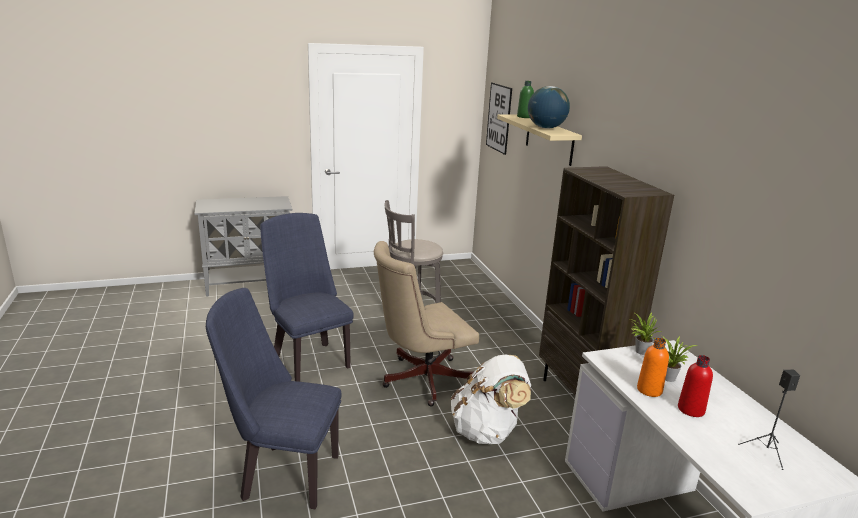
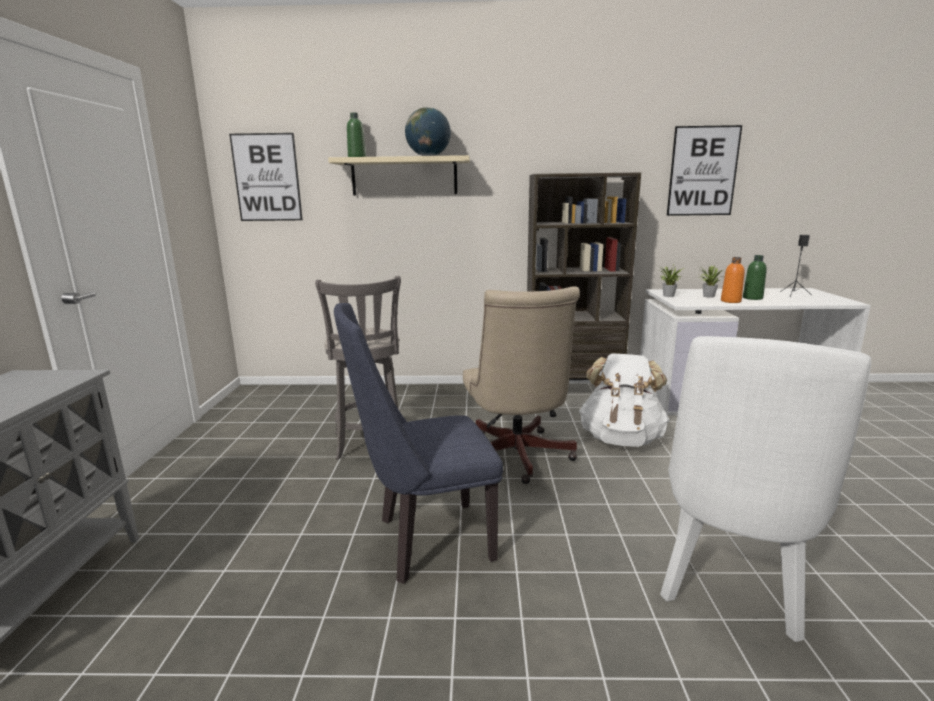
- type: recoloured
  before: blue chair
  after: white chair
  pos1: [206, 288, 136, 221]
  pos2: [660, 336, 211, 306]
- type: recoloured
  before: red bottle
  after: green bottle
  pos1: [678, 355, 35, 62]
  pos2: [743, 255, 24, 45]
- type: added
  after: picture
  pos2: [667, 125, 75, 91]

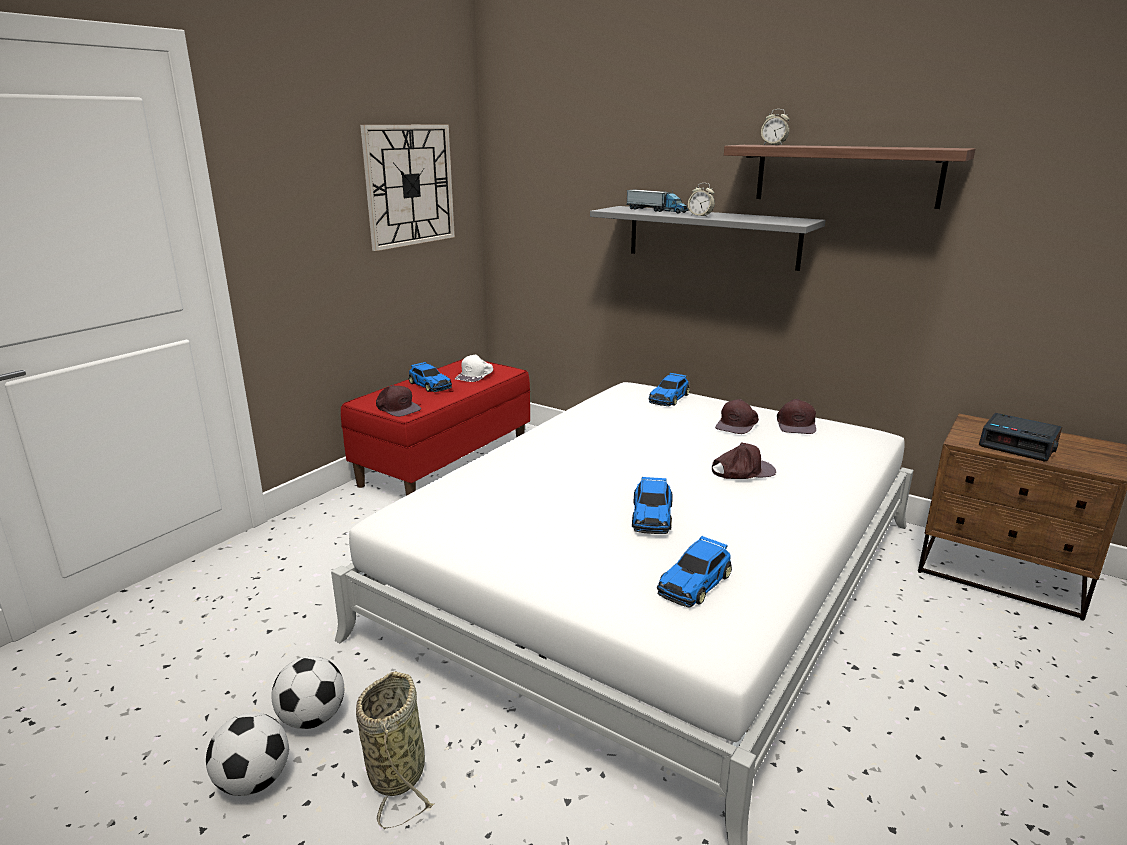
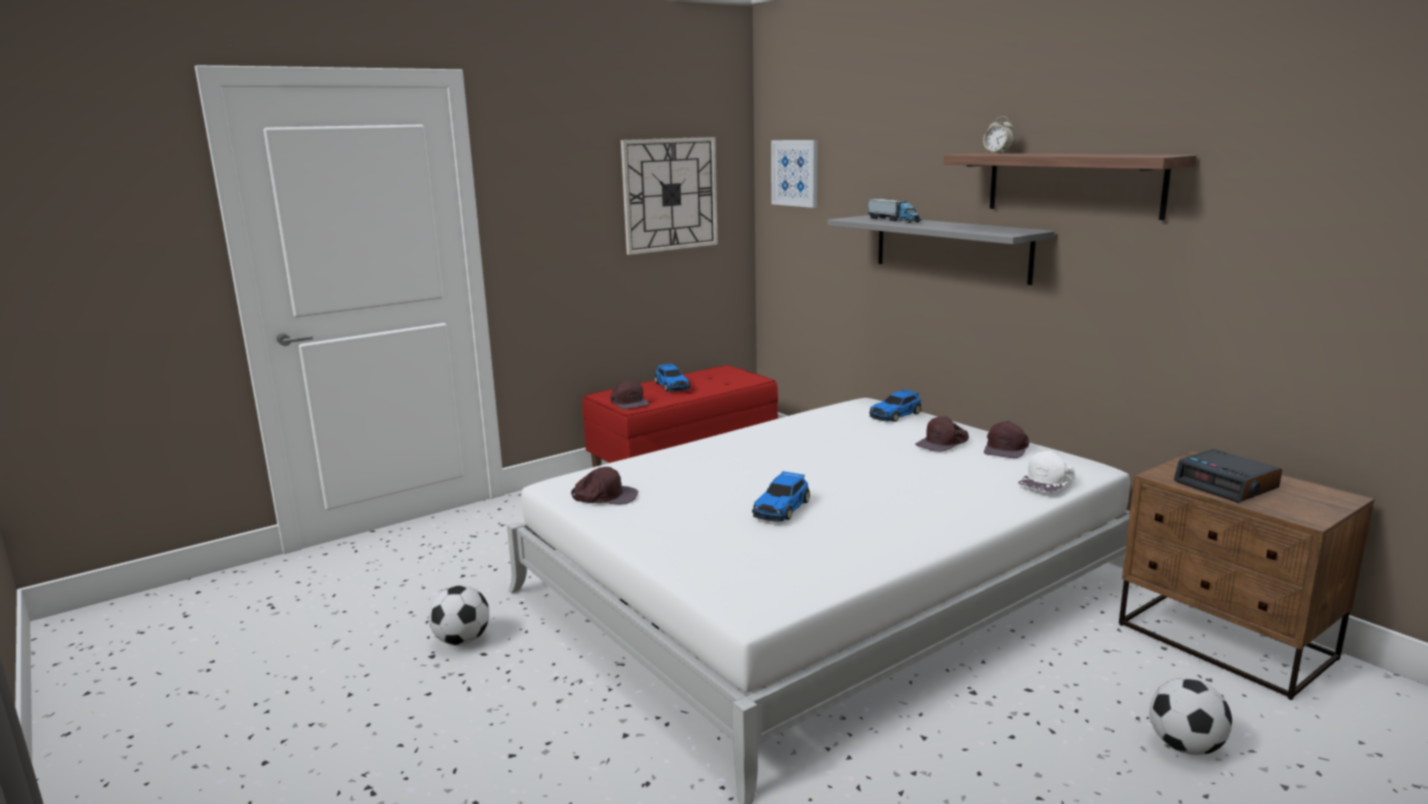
- type: moved
  before: football
  pos1: [206, 713, 83, 83]
  pos2: [1150, 678, 82, 77]
- type: removed
  before: basket
  pos1: [356, 671, 78, 158]
- type: moved
  before: white cap
  pos1: [455, 354, 38, 28]
  pos2: [1018, 451, 57, 41]
- type: removed
  before: toy car
  pos1: [657, 536, 75, 72]
- type: removed
  before: alarm clock
  pos1: [688, 183, 27, 34]
- type: moved
  before: brown cap
  pos1: [712, 442, 64, 37]
  pos2: [571, 467, 67, 37]
- type: added
  after: picture
  pos2: [771, 140, 47, 68]

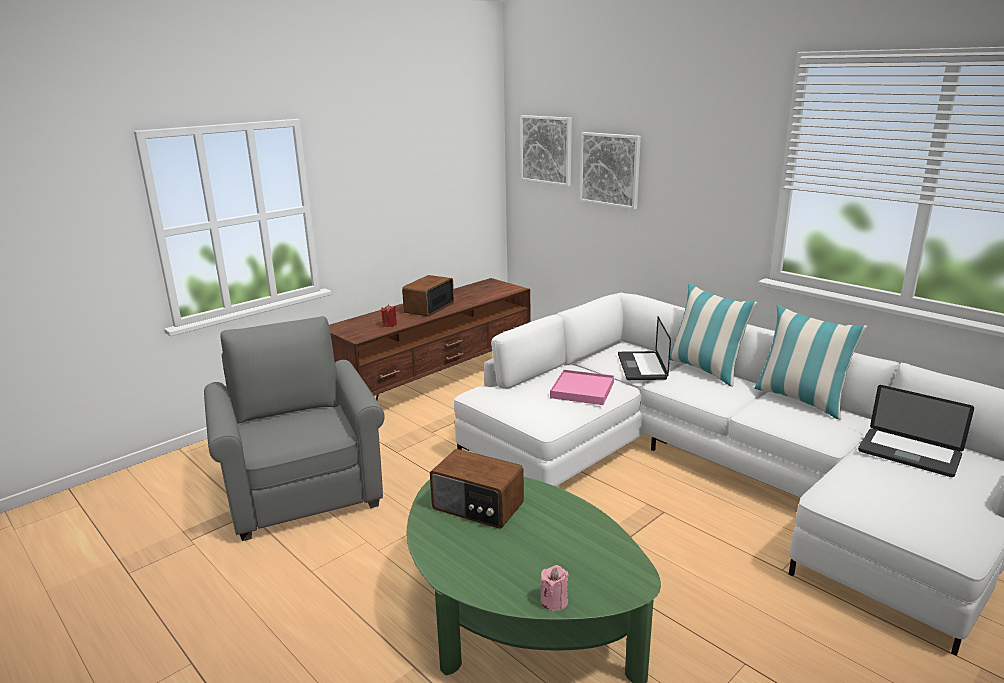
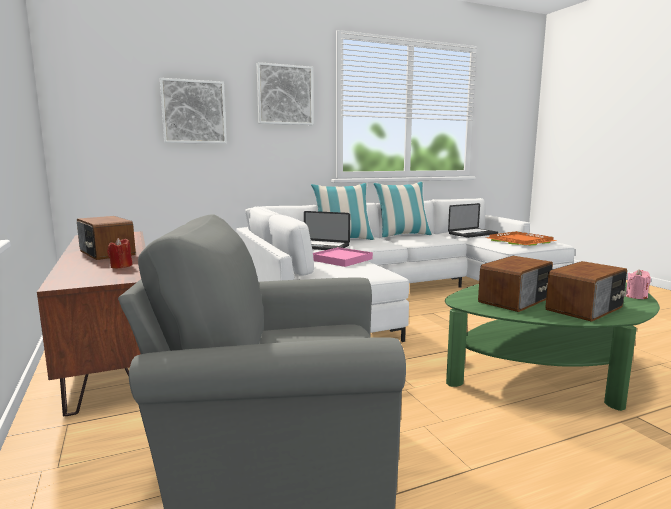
- type: moved
  before: picture
  pos1: [520, 115, 52, 72]
  pos2: [257, 62, 56, 63]
- type: added
  after: orange tray
  pos2: [487, 231, 71, 15]
- type: added
  after: radio
  pos2: [545, 261, 82, 61]

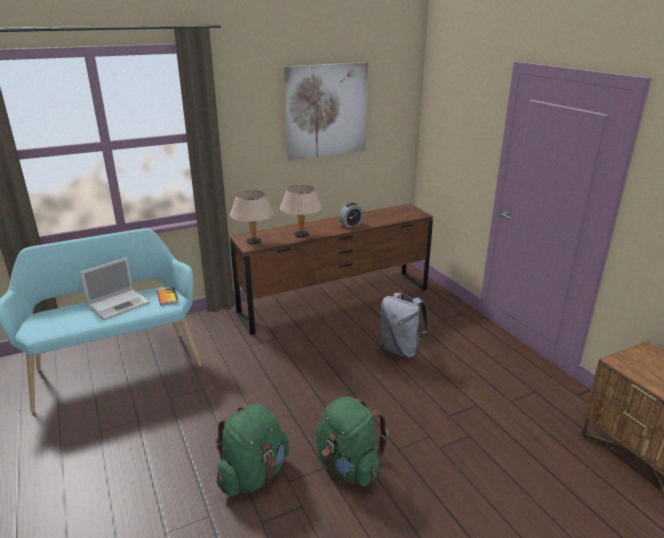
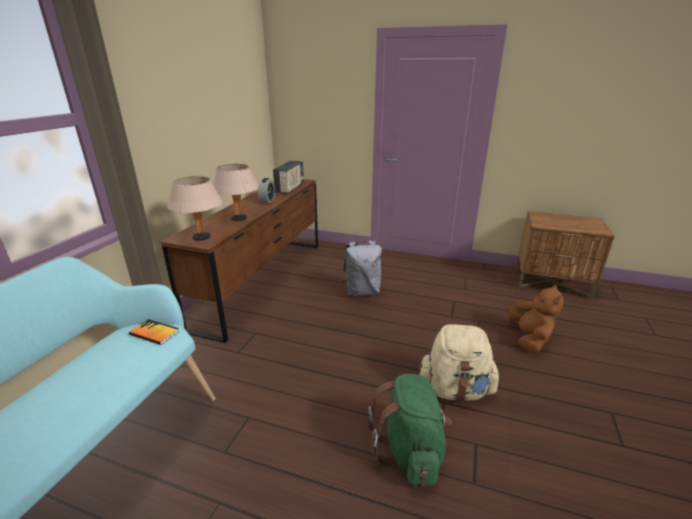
- type: removed
  before: laptop
  pos1: [80, 257, 70, 63]
- type: removed
  before: picture
  pos1: [284, 62, 84, 98]
- type: recoloured
  before: green backpack
  after: beige backpack
  pos1: [316, 396, 72, 91]
  pos2: [419, 324, 82, 77]
- type: added
  after: radio
  pos2: [273, 161, 31, 33]
- type: added
  after: brown plush toy
  pos2: [508, 284, 56, 69]

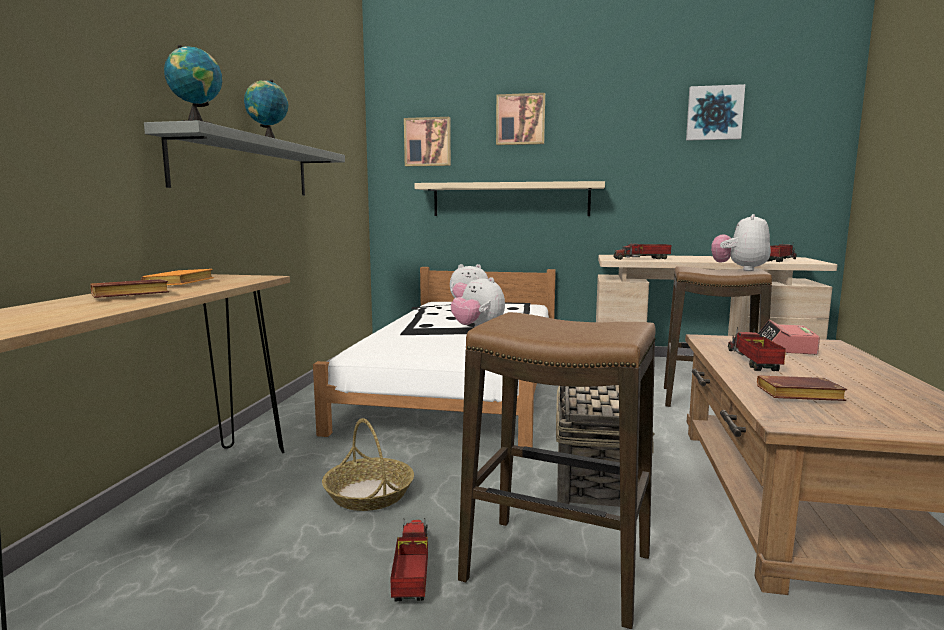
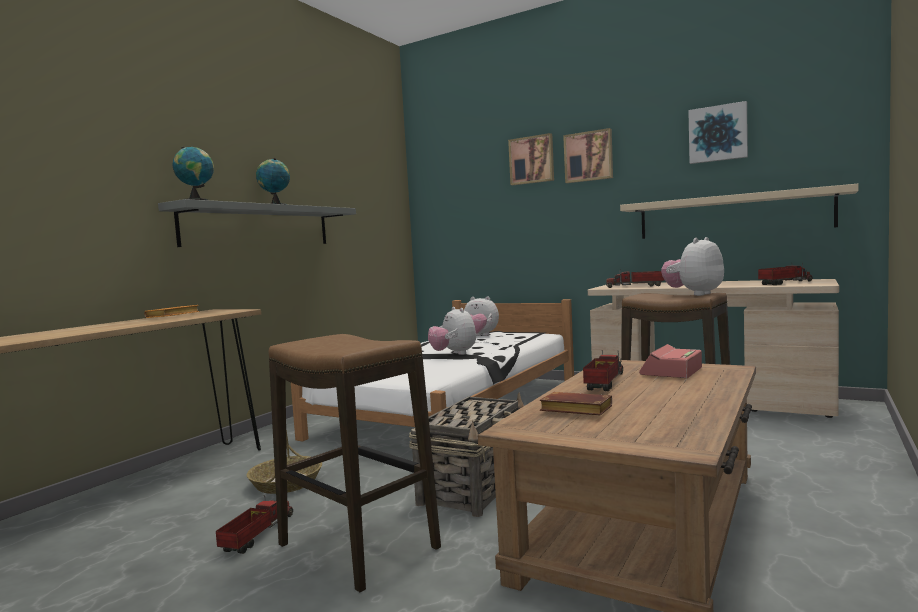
- type: removed
  before: brown book
  pos1: [90, 279, 79, 19]
- type: moved
  before: picture
  pos1: [404, 117, 47, 49]
  pos2: [563, 128, 50, 55]
- type: moved
  before: beige shelf
  pos1: [415, 181, 190, 35]
  pos2: [620, 184, 239, 55]

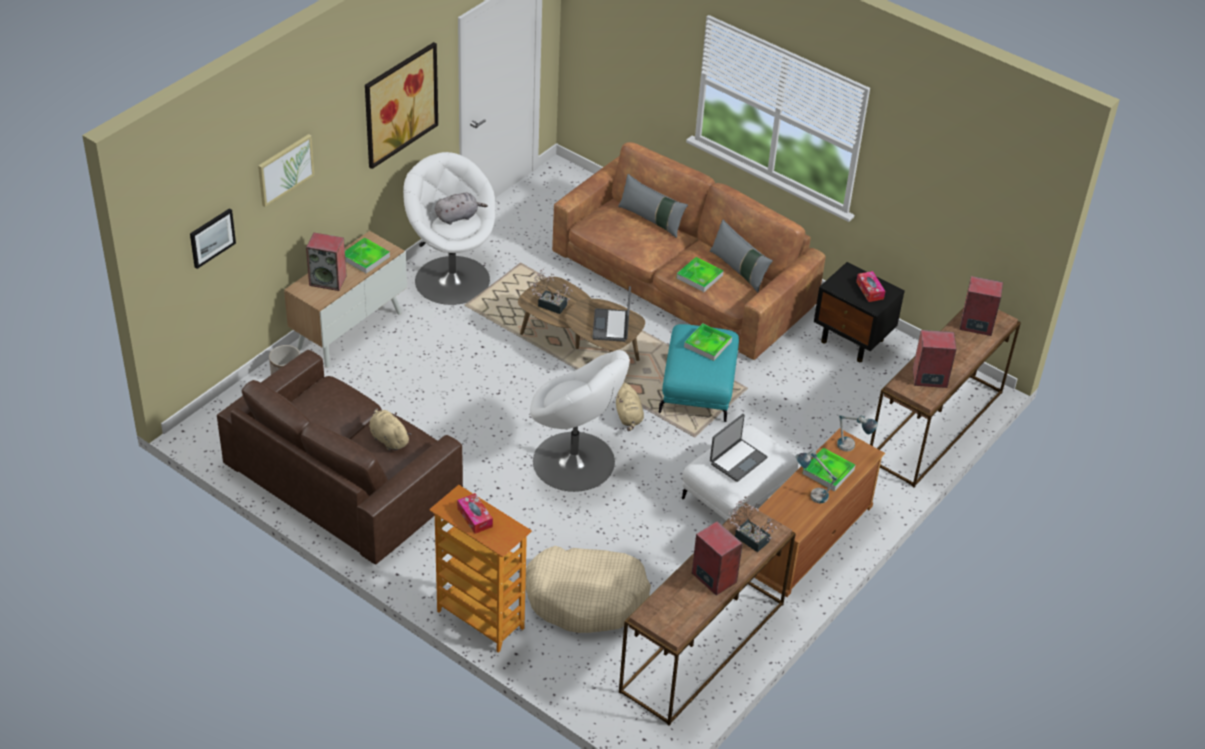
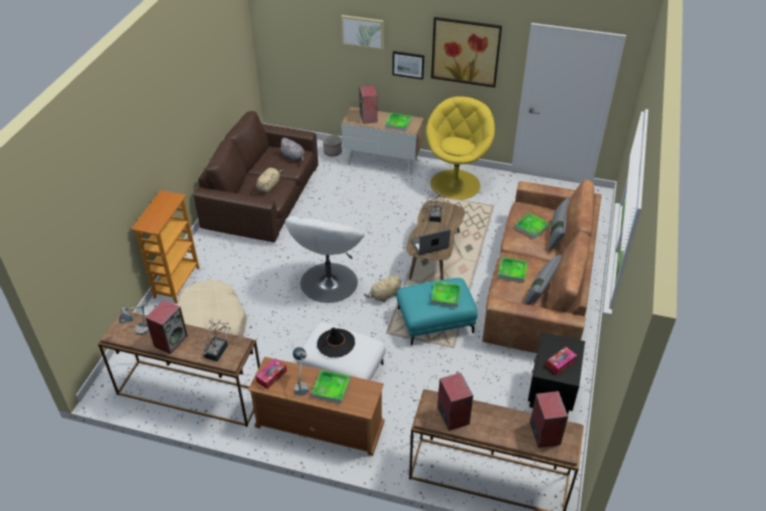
- type: moved
  before: picture
  pos1: [190, 208, 46, 61]
  pos2: [392, 51, 32, 29]
- type: recoloured
  before: white armchair
  after: yellow armchair
  pos1: [403, 152, 92, 153]
  pos2: [426, 96, 69, 104]
- type: moved
  before: grey plush toy
  pos1: [435, 193, 53, 32]
  pos2: [279, 138, 26, 24]
- type: moved
  before: tissue box
  pos1: [457, 493, 36, 41]
  pos2: [256, 359, 31, 30]
- type: replaced
  before: laptop
  after: black hat
  pos1: [710, 414, 58, 68]
  pos2: [317, 327, 38, 31]
- type: moved
  before: table lamp
  pos1: [837, 415, 41, 37]
  pos2: [119, 305, 30, 30]
- type: added
  after: tray
  pos2: [515, 213, 34, 26]

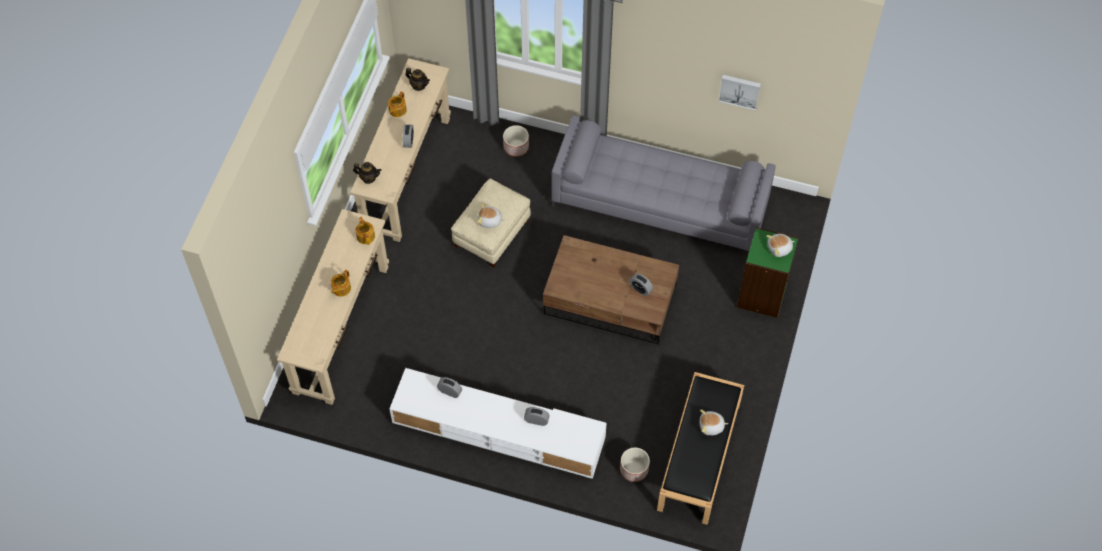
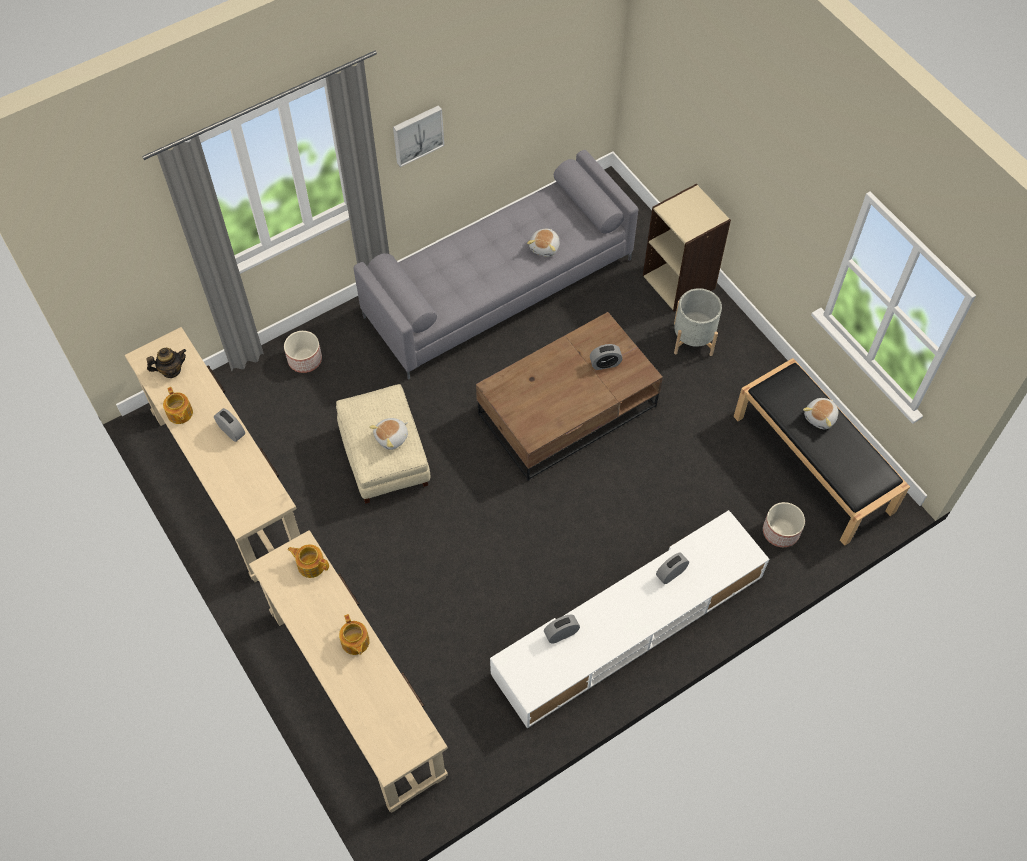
- type: removed
  before: teapot
  pos1: [353, 162, 28, 22]
- type: moved
  before: picture
  pos1: [718, 75, 43, 36]
  pos2: [393, 105, 51, 62]
- type: recoloured
  before: green bookcase
  after: beige bookcase
  pos1: [737, 227, 61, 91]
  pos2: [643, 184, 88, 128]
- type: moved
  before: plush toy
  pos1: [766, 234, 28, 23]
  pos2: [527, 229, 32, 28]
- type: added
  after: grey planter
  pos2: [674, 288, 48, 68]

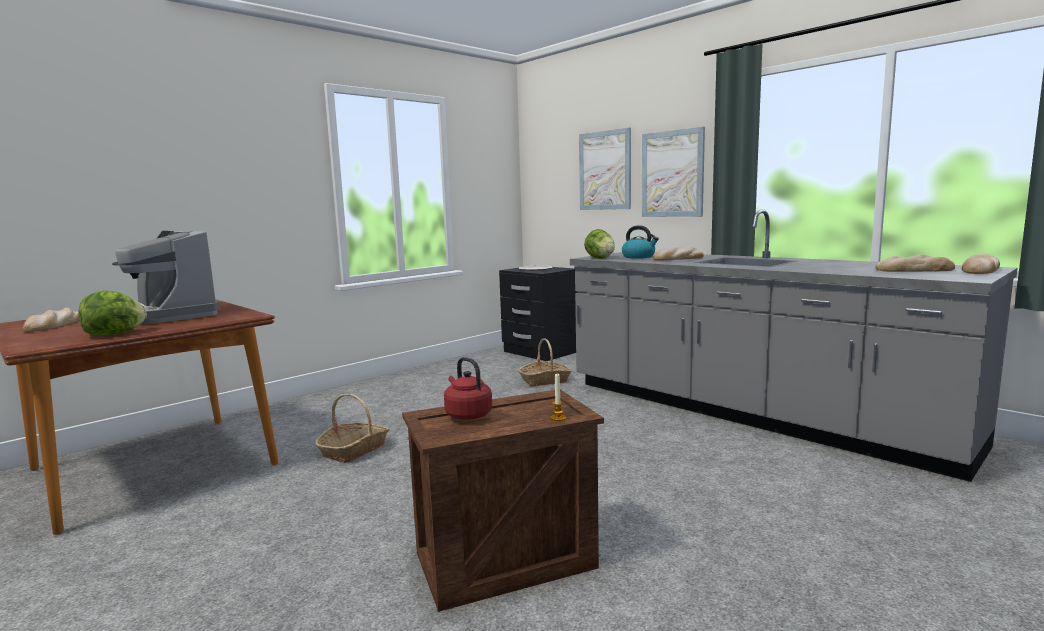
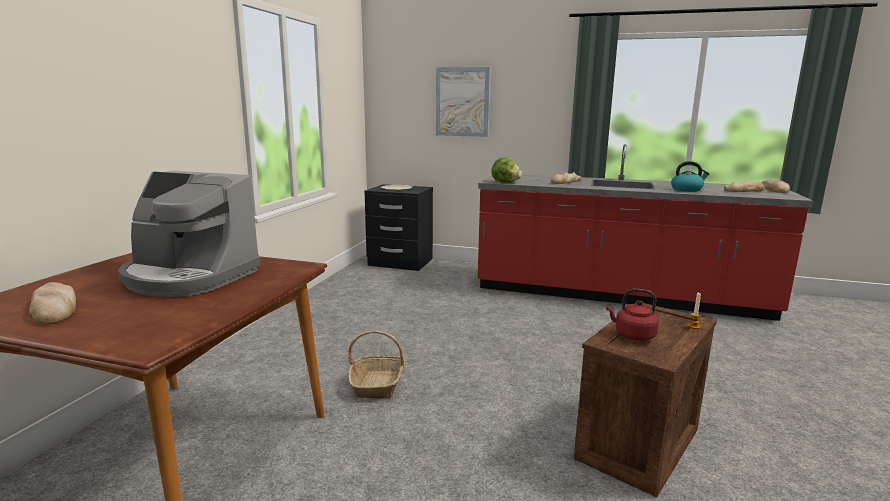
- type: removed
  before: lettuce
  pos1: [78, 291, 69, 44]
- type: removed
  before: basket
  pos1: [518, 339, 54, 47]
- type: recoloured
  before: grey counter
  after: red counter
  pos1: [570, 209, 447, 273]
  pos2: [478, 144, 336, 177]
- type: moved
  before: kettle
  pos1: [622, 225, 37, 33]
  pos2: [671, 161, 38, 31]
- type: removed
  before: picture
  pos1: [642, 127, 63, 90]

